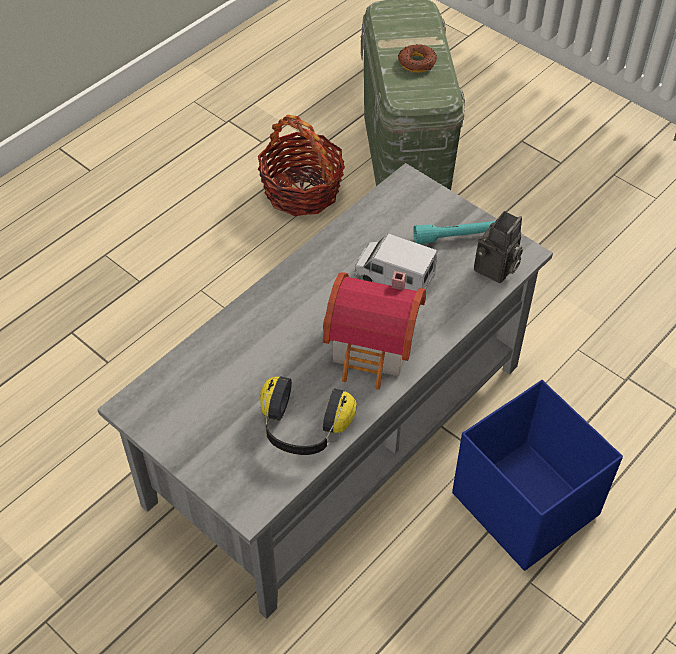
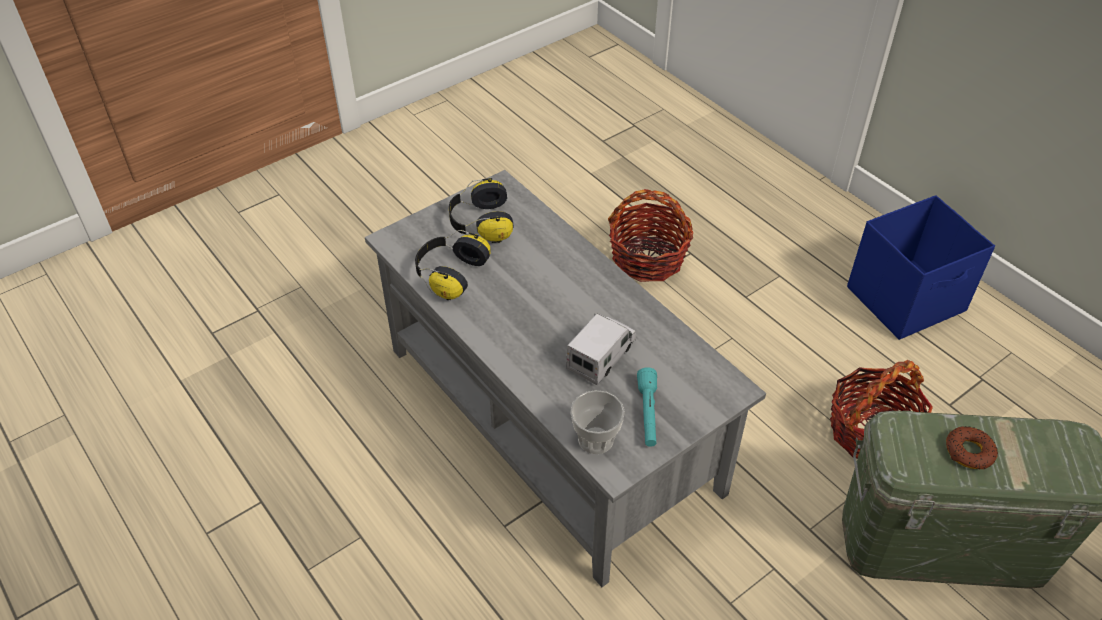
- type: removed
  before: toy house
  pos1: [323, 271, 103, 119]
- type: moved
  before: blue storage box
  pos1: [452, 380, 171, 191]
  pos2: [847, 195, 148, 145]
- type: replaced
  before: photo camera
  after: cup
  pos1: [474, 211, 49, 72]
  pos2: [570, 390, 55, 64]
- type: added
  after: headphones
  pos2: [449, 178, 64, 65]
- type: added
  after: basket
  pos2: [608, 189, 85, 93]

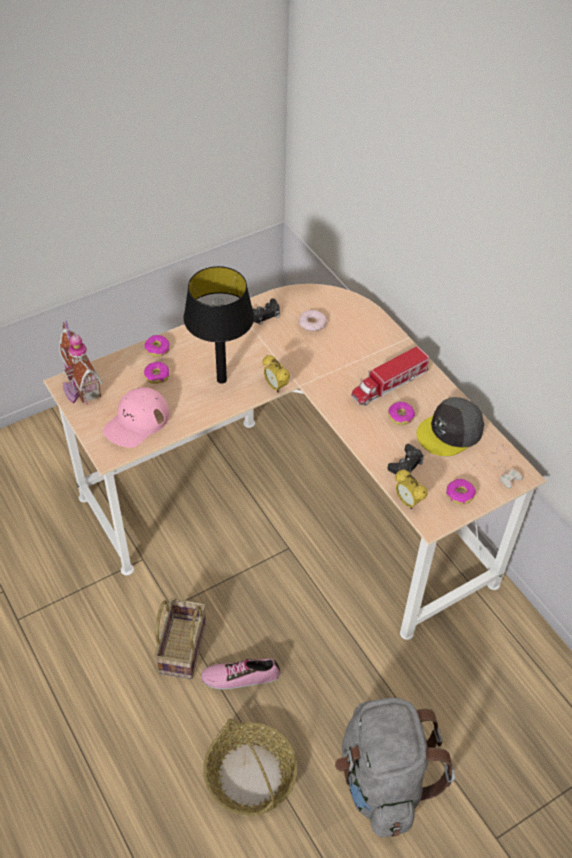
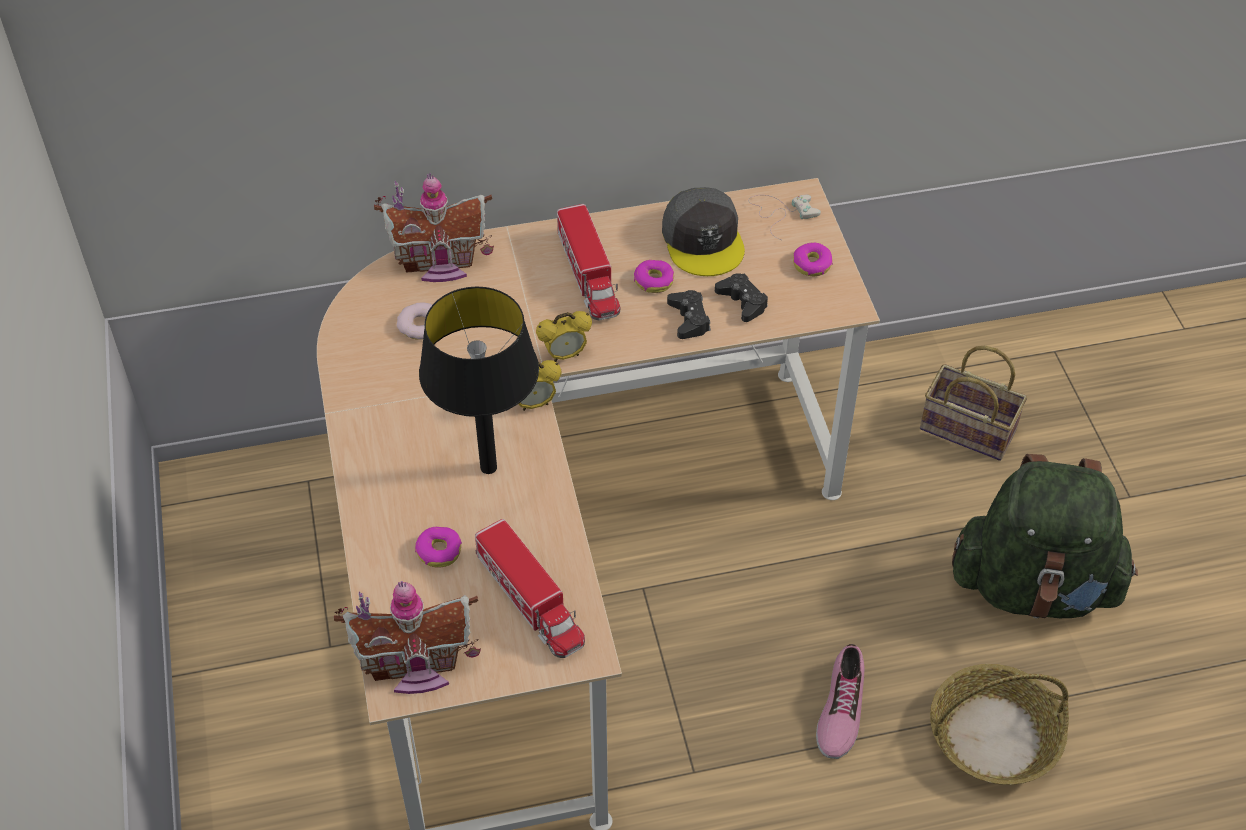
- type: replaced
  before: pink cap
  after: toy truck
  pos1: [103, 387, 66, 61]
  pos2: [475, 519, 110, 139]
- type: removed
  before: donut
  pos1: [144, 335, 26, 22]
- type: moved
  before: basket
  pos1: [154, 598, 52, 81]
  pos2: [920, 345, 107, 116]
- type: moved
  before: black game controller
  pos1: [252, 298, 28, 27]
  pos2: [667, 290, 44, 49]
- type: recoloured
  before: grey backpack
  after: green backpack
  pos1: [335, 698, 120, 139]
  pos2: [952, 454, 186, 164]
- type: moved
  before: alarm clock
  pos1: [395, 469, 33, 40]
  pos2: [536, 311, 56, 51]
- type: added
  after: toy house
  pos2: [374, 173, 119, 109]

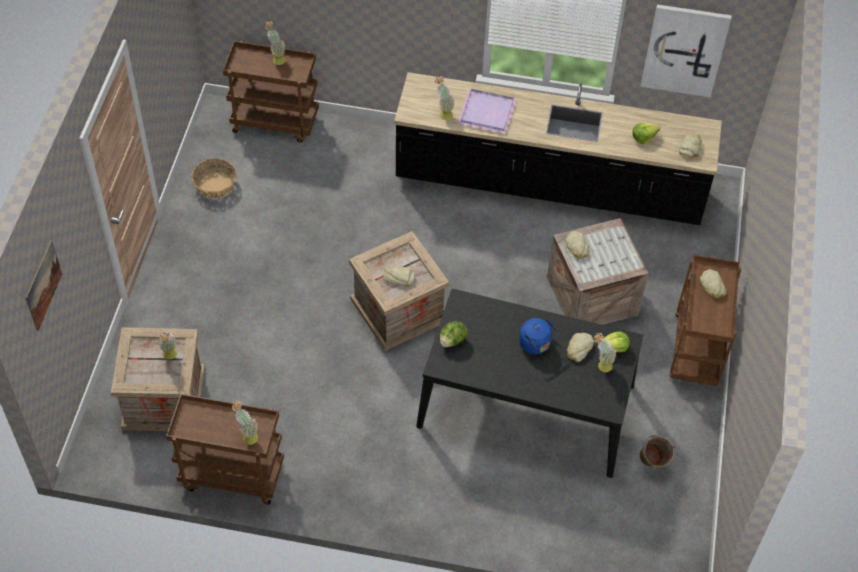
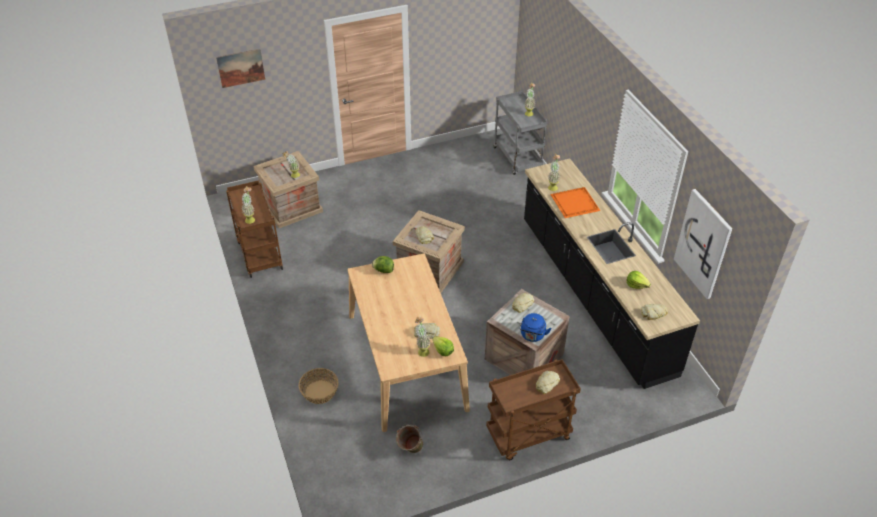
- type: moved
  before: basket
  pos1: [191, 158, 46, 41]
  pos2: [299, 368, 40, 36]
- type: recoloured
  before: brown cart
  after: grey cart
  pos1: [223, 41, 96, 102]
  pos2: [494, 91, 53, 84]
- type: recoloured
  before: black dining table
  after: beige dining table
  pos1: [416, 289, 227, 189]
  pos2: [348, 254, 122, 178]
- type: recoloured
  before: purple tray
  after: orange tray
  pos1: [457, 89, 60, 45]
  pos2: [550, 187, 51, 31]
- type: moved
  before: blue kettle
  pos1: [519, 318, 40, 36]
  pos2: [520, 313, 32, 29]

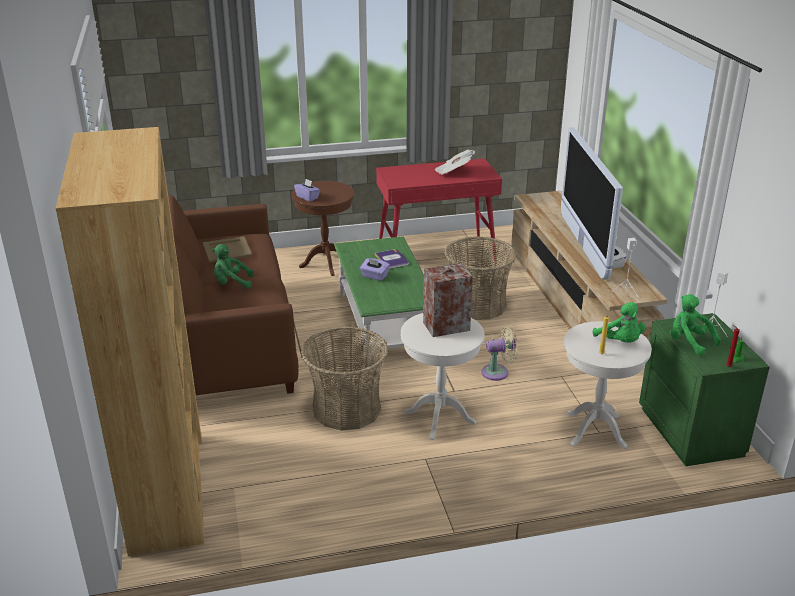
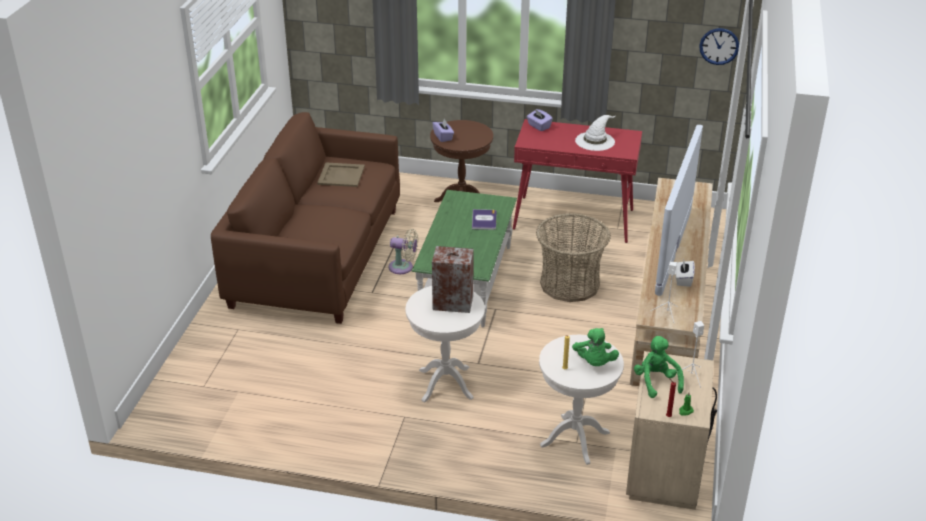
- type: removed
  before: brown bookcase
  pos1: [56, 127, 149, 429]
- type: removed
  before: green plush toy
  pos1: [212, 244, 42, 45]
- type: removed
  before: basket
  pos1: [301, 327, 88, 104]
- type: moved
  before: purple tissue box
  pos1: [360, 258, 30, 23]
  pos2: [527, 109, 26, 22]
- type: replaced
  before: newspaper
  after: white hat
  pos1: [435, 150, 40, 25]
  pos2: [575, 115, 40, 36]
- type: moved
  before: beige fan
  pos1: [481, 326, 37, 55]
  pos2: [389, 229, 29, 45]
- type: recoloured
  before: green nightstand
  after: beige nightstand
  pos1: [639, 313, 131, 153]
  pos2: [626, 351, 91, 159]
- type: added
  after: wall clock
  pos2: [699, 28, 40, 37]

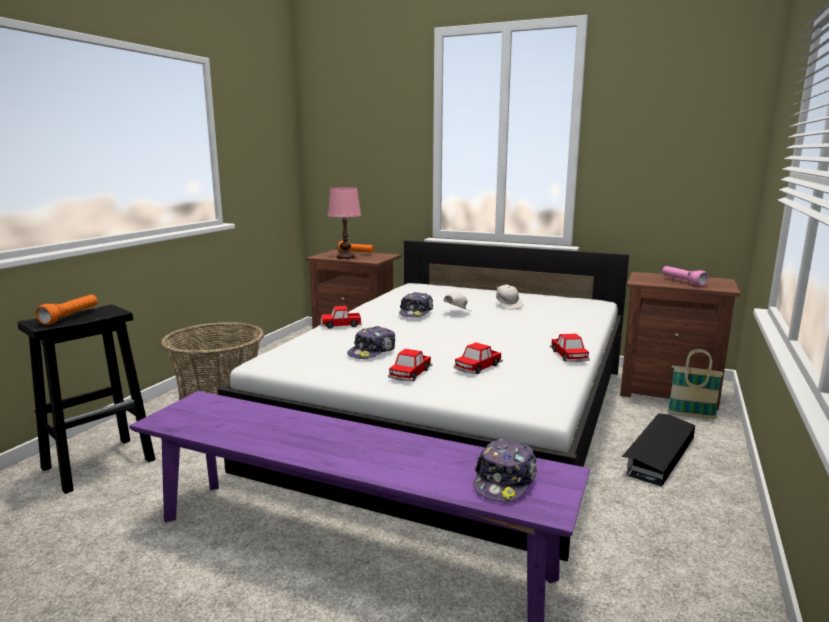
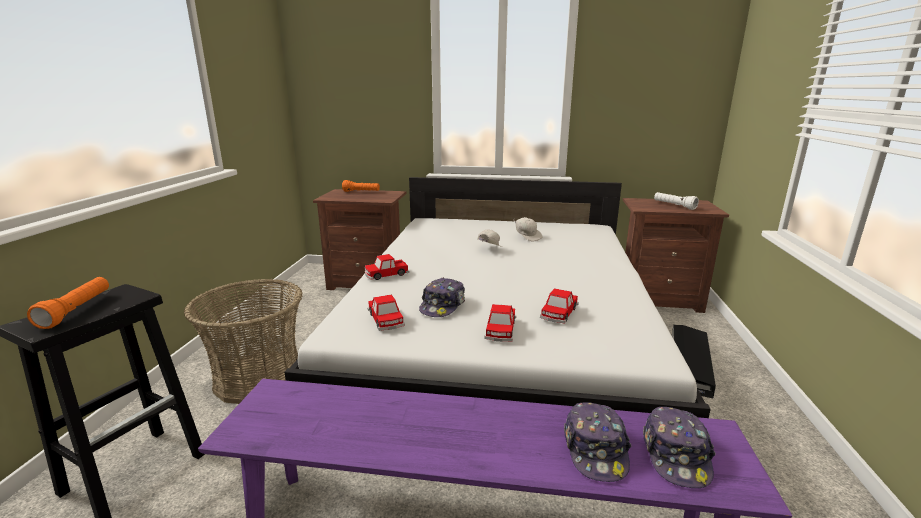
- type: removed
  before: pink table lamp
  pos1: [328, 187, 33, 72]
- type: moved
  before: cap
  pos1: [399, 292, 34, 25]
  pos2: [564, 402, 67, 80]
- type: moved
  before: toy car
  pos1: [550, 333, 40, 29]
  pos2: [367, 294, 38, 37]
- type: recoloured
  before: pink flashlight
  after: white flashlight
  pos1: [662, 266, 47, 20]
  pos2: [654, 192, 45, 18]
- type: removed
  before: basket
  pos1: [667, 349, 56, 70]

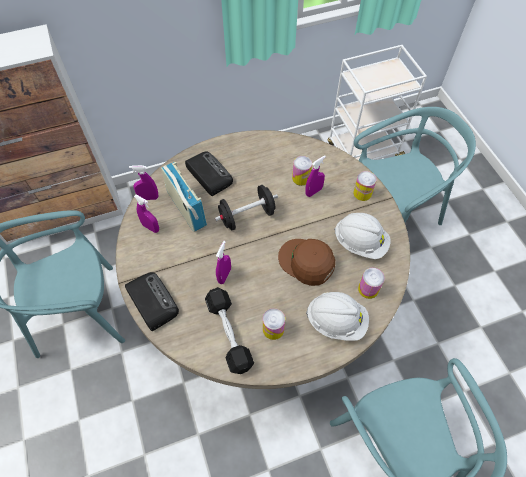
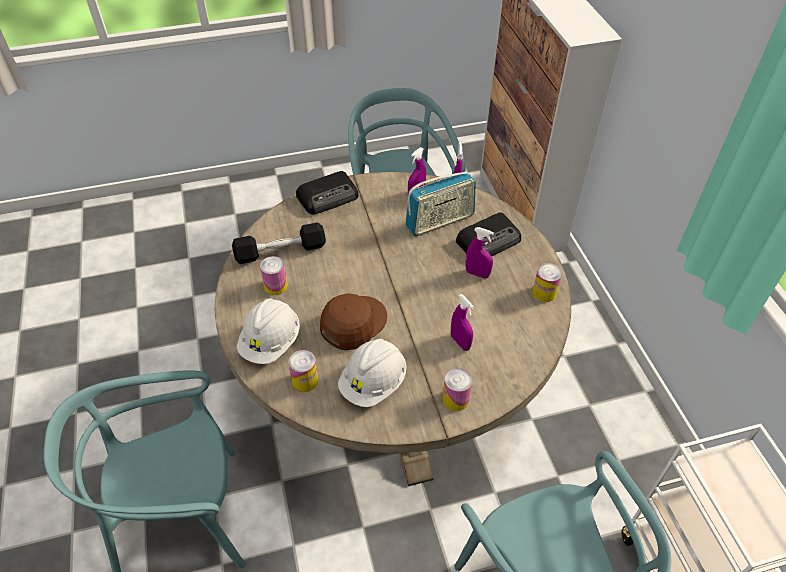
- type: removed
  before: black dumbbell
  pos1: [215, 185, 63, 46]
- type: moved
  before: purple spray bottle
  pos1: [216, 241, 15, 43]
  pos2: [465, 227, 29, 52]
- type: moved
  before: can
  pos1: [292, 156, 20, 30]
  pos2: [532, 263, 30, 39]

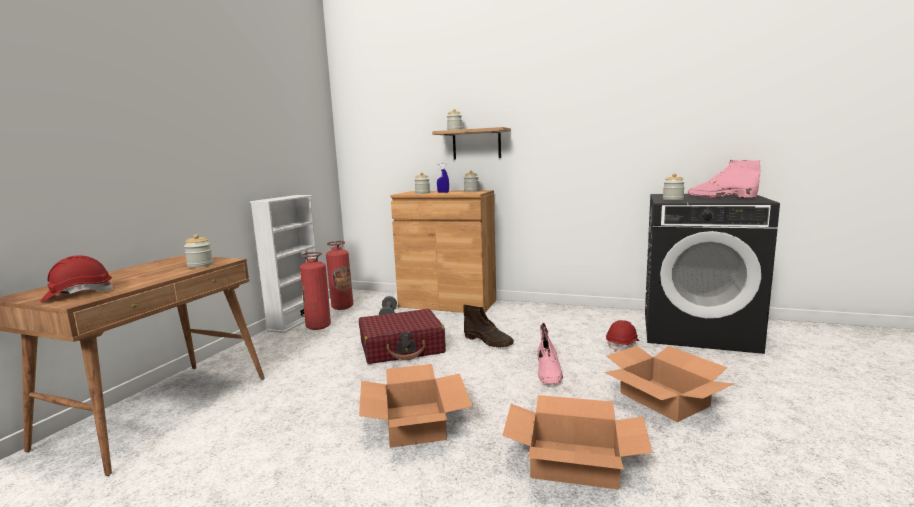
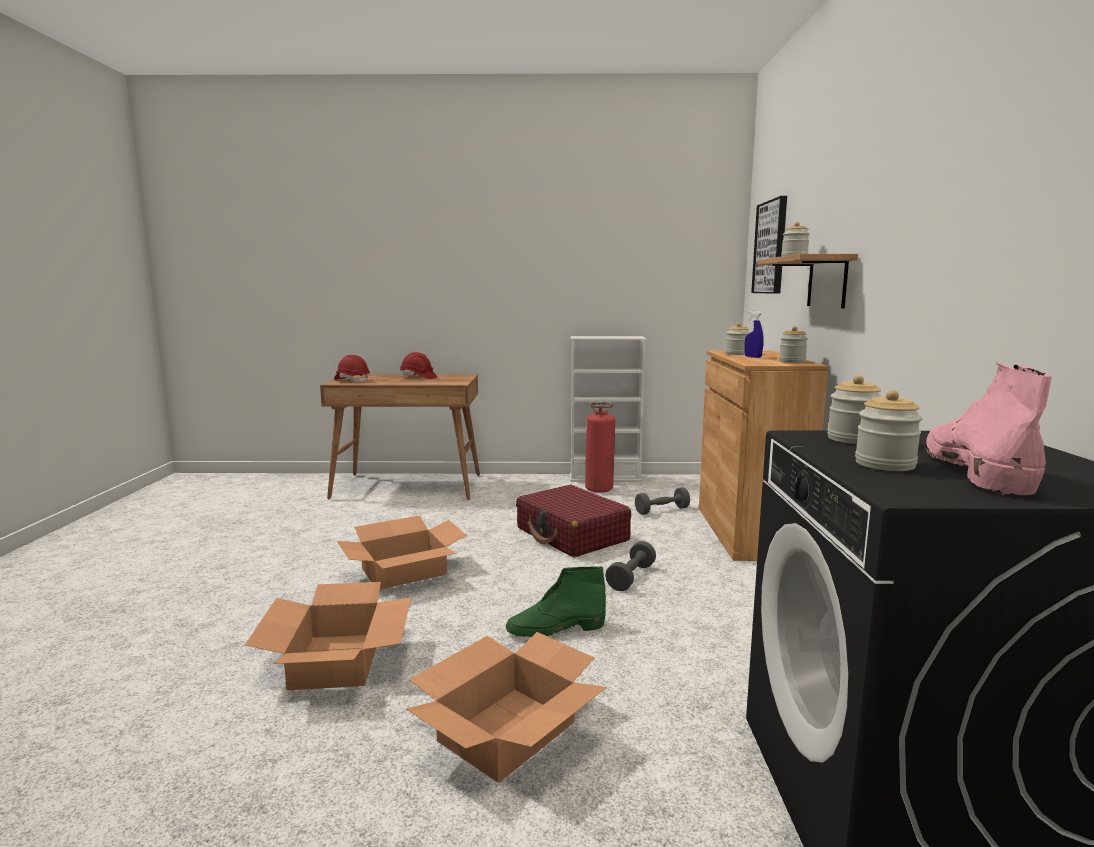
- type: moved
  before: jar
  pos1: [184, 234, 29, 34]
  pos2: [855, 390, 68, 81]
- type: removed
  before: fire extinguisher
  pos1: [326, 241, 27, 69]
- type: replaced
  before: brown boot
  after: grey dumbbell
  pos1: [463, 305, 51, 42]
  pos2: [605, 541, 51, 50]
- type: recoloured
  before: pink boot
  after: green boot
  pos1: [537, 323, 26, 61]
  pos2: [506, 566, 100, 71]
- type: moved
  before: red hard hat
  pos1: [606, 320, 34, 32]
  pos2: [400, 352, 37, 27]
- type: added
  after: picture
  pos2: [751, 196, 36, 98]

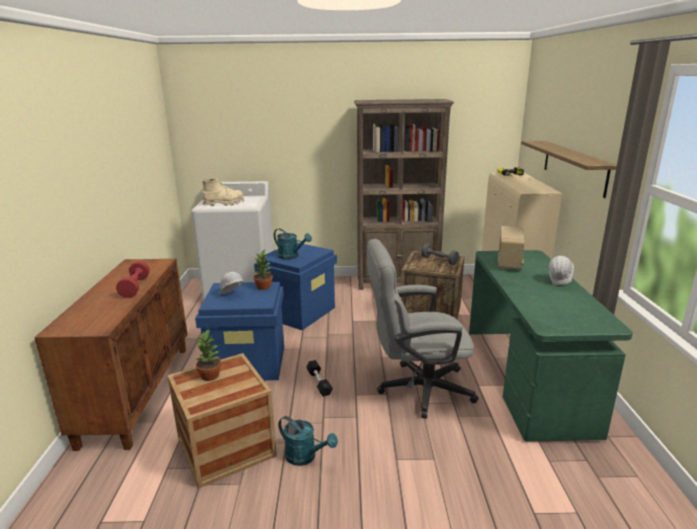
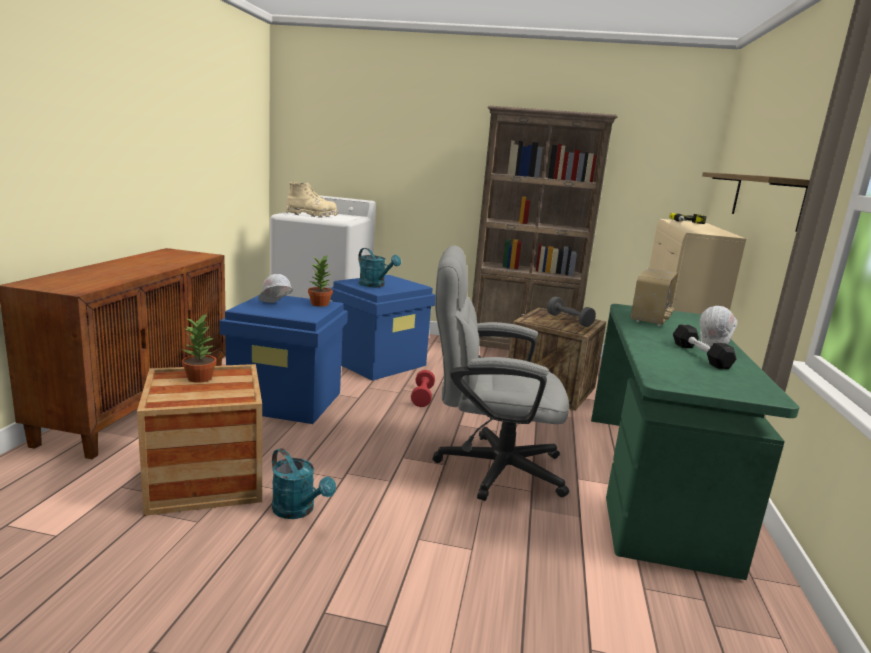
- type: moved
  before: red dumbbell
  pos1: [116, 261, 34, 37]
  pos2: [411, 370, 24, 37]
- type: moved
  before: black dumbbell
  pos1: [306, 360, 27, 36]
  pos2: [673, 325, 64, 44]

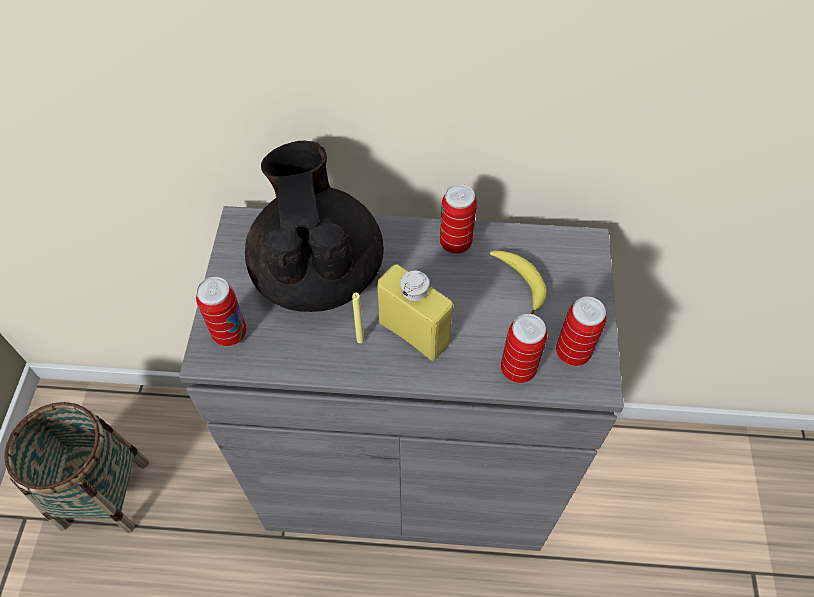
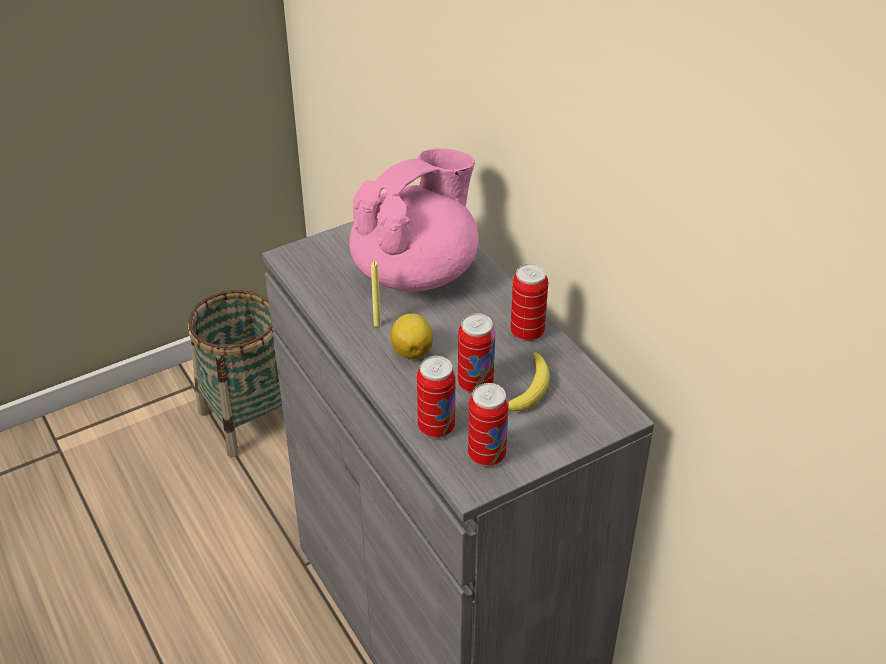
- type: moved
  before: can
  pos1: [196, 277, 51, 70]
  pos2: [458, 313, 37, 80]
- type: recoloured
  before: black teapot
  after: pink teapot
  pos1: [245, 141, 139, 171]
  pos2: [349, 148, 130, 144]
- type: replaced
  before: yellow bottle
  after: lemon
  pos1: [377, 264, 76, 97]
  pos2: [391, 313, 42, 46]

